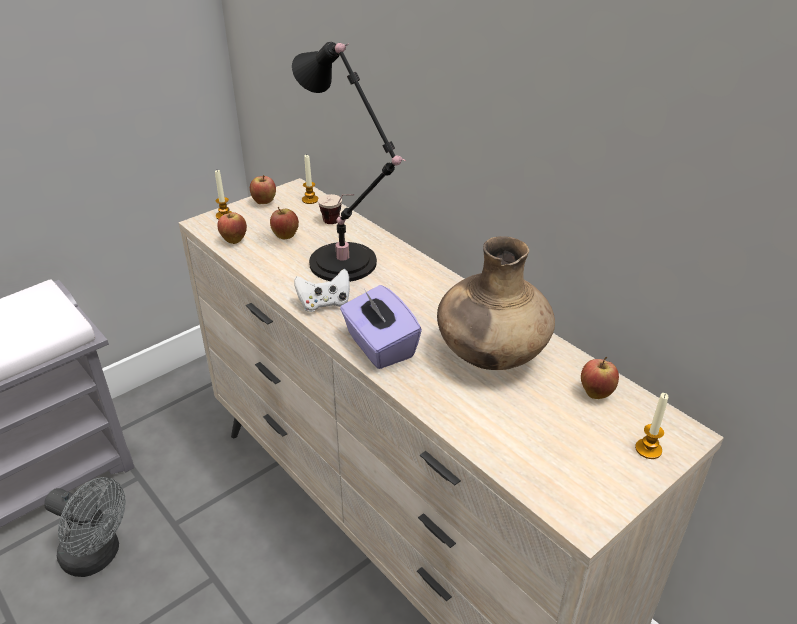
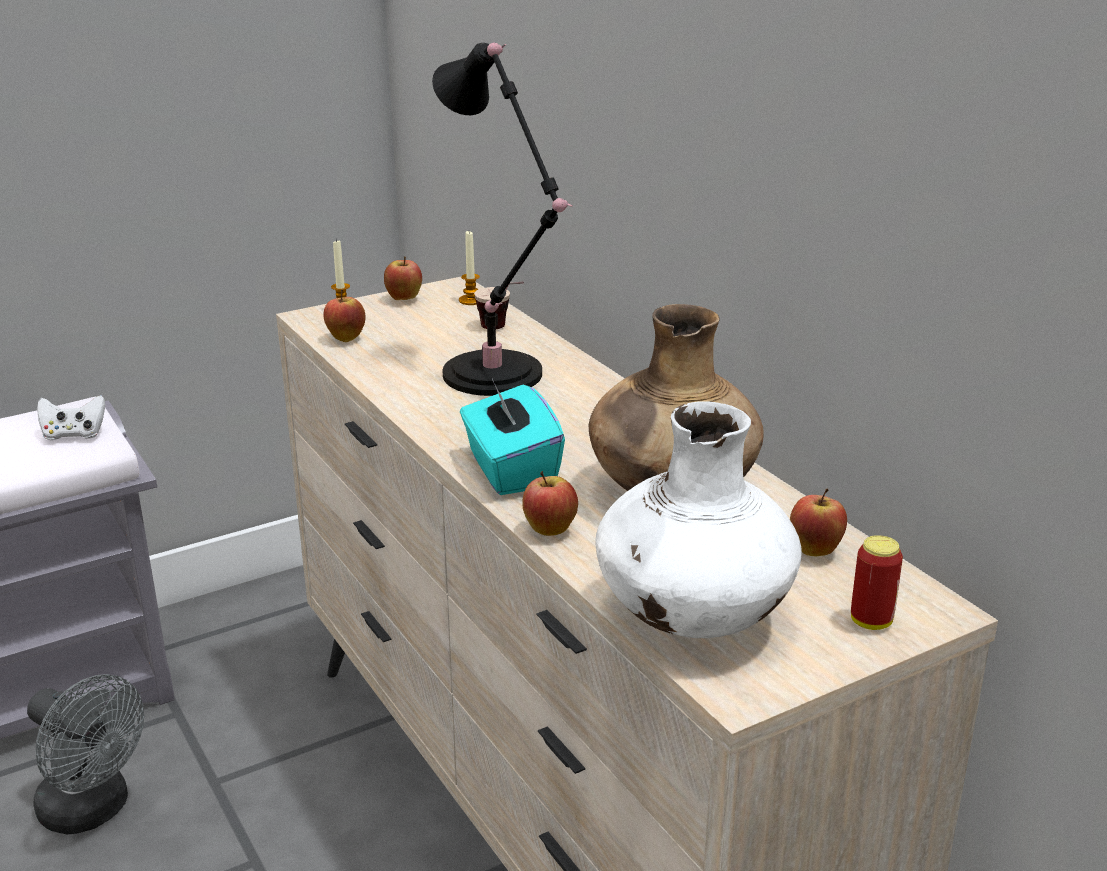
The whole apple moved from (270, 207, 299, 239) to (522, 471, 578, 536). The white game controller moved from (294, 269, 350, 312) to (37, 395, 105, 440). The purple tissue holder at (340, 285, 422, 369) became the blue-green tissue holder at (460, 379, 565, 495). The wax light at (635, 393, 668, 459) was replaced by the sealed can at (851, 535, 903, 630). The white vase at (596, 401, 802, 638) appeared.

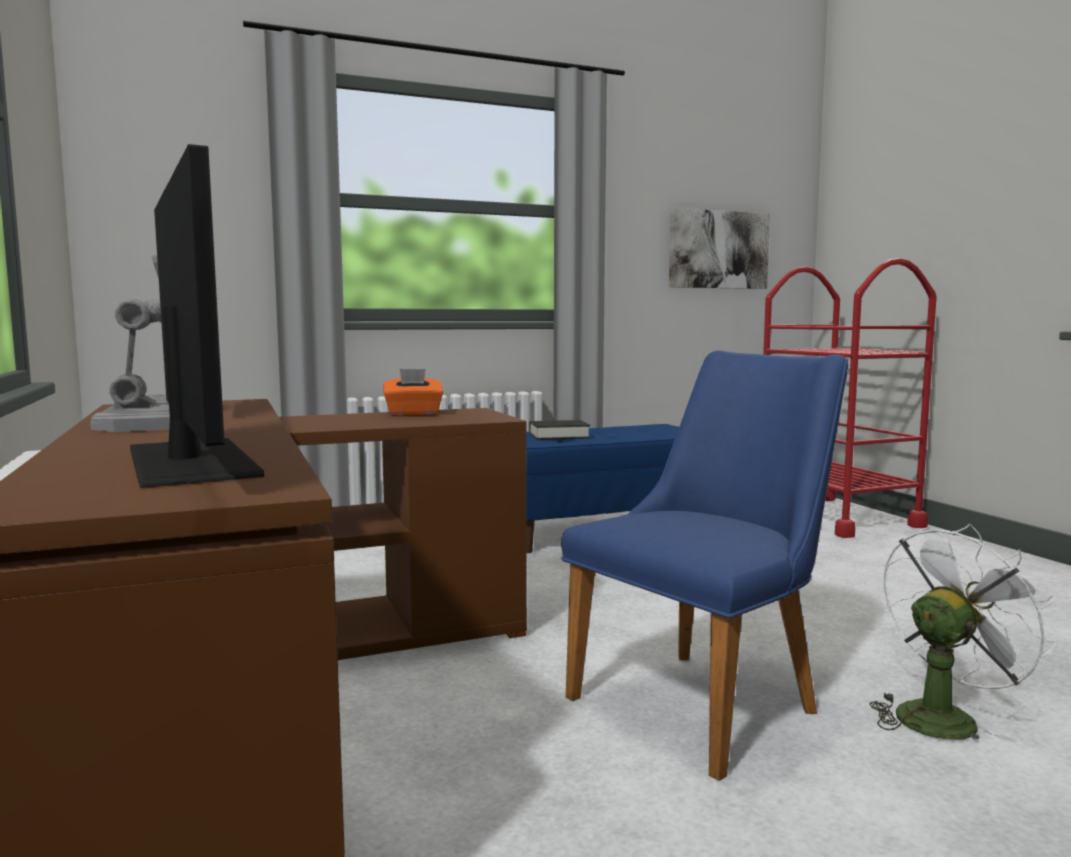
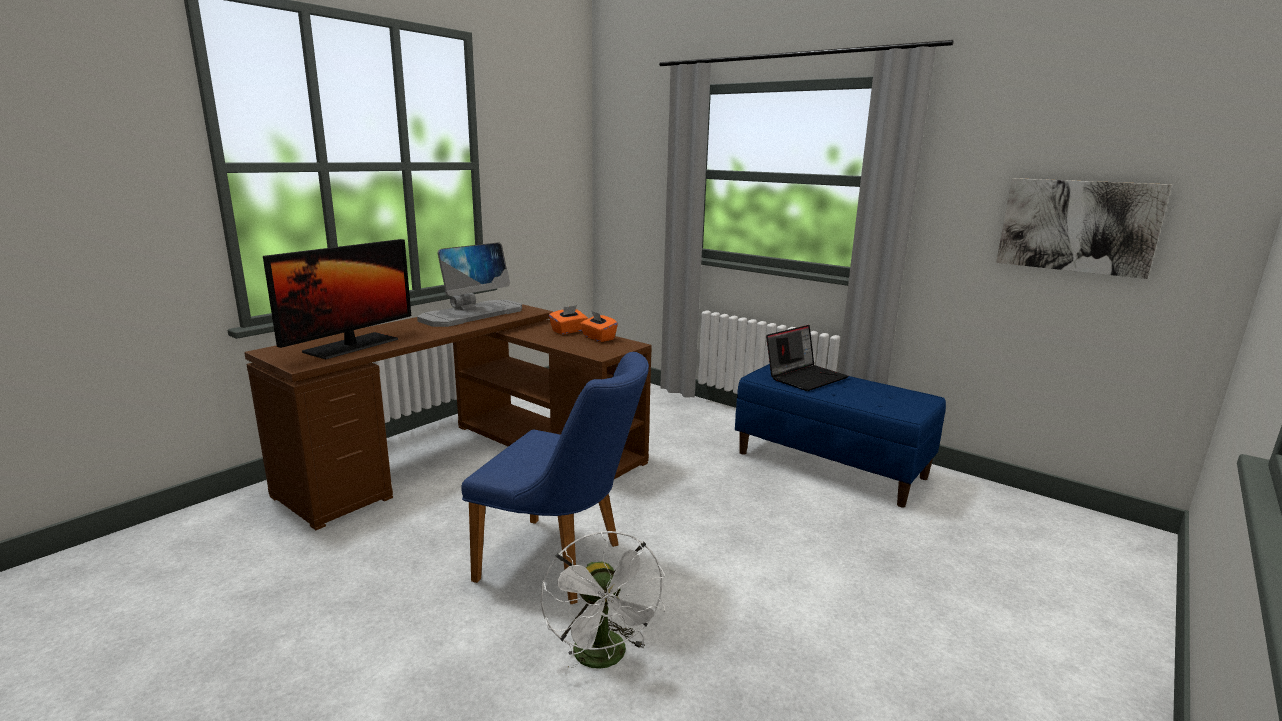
The reddish cart at (763, 258, 937, 538) disappeared. The blackish volume at (529, 420, 590, 440) was replaced by the laptop at (766, 325, 849, 391). The white fan at (870, 524, 1056, 744) turned 45 degrees clockwise. The orange tissue holder at (549, 305, 588, 334) appeared.

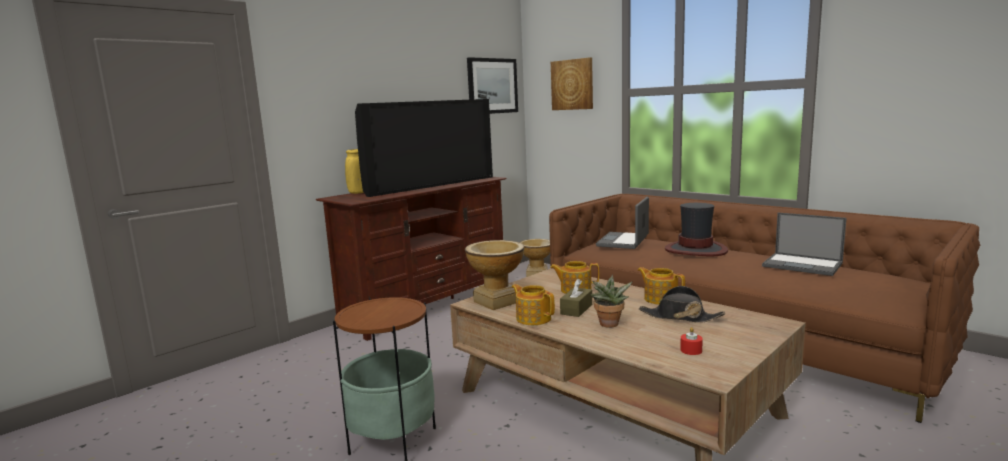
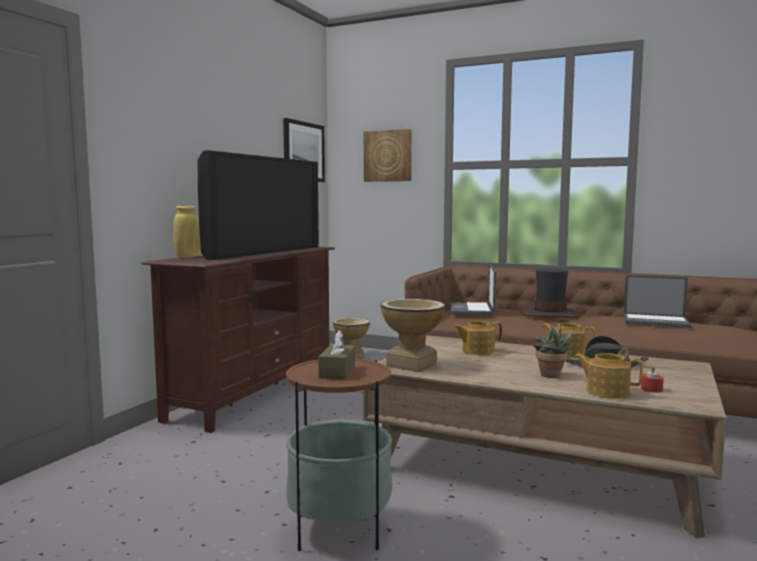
The brownish tissue holder moved from (560, 279, 592, 317) to (318, 330, 355, 380). The tea pot moved from (511, 284, 555, 325) to (574, 353, 643, 399).

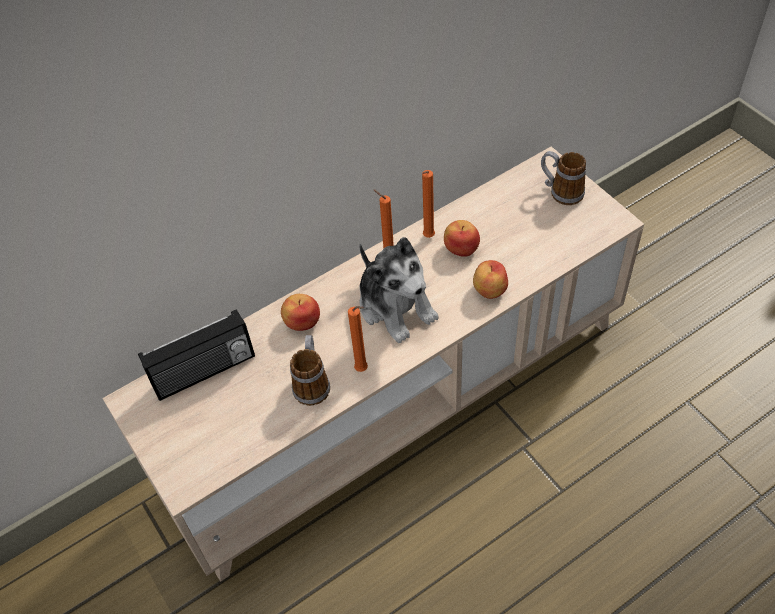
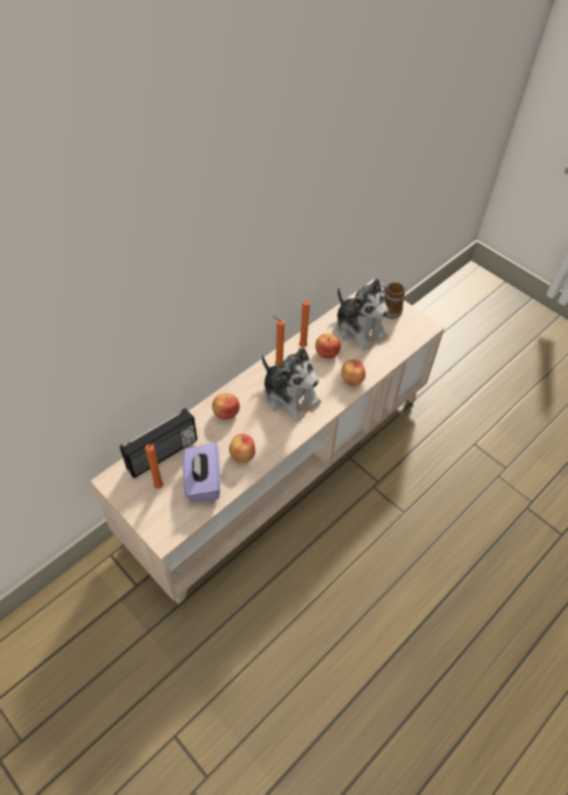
The orange wax light moved from (348, 306, 368, 372) to (145, 444, 164, 489). The coffee mug at (290, 335, 330, 406) was replaced by the whole apple at (229, 434, 255, 463). The cuddly toy at (336, 279, 389, 351) appeared. The purple tissue holder at (183, 442, 220, 501) appeared.

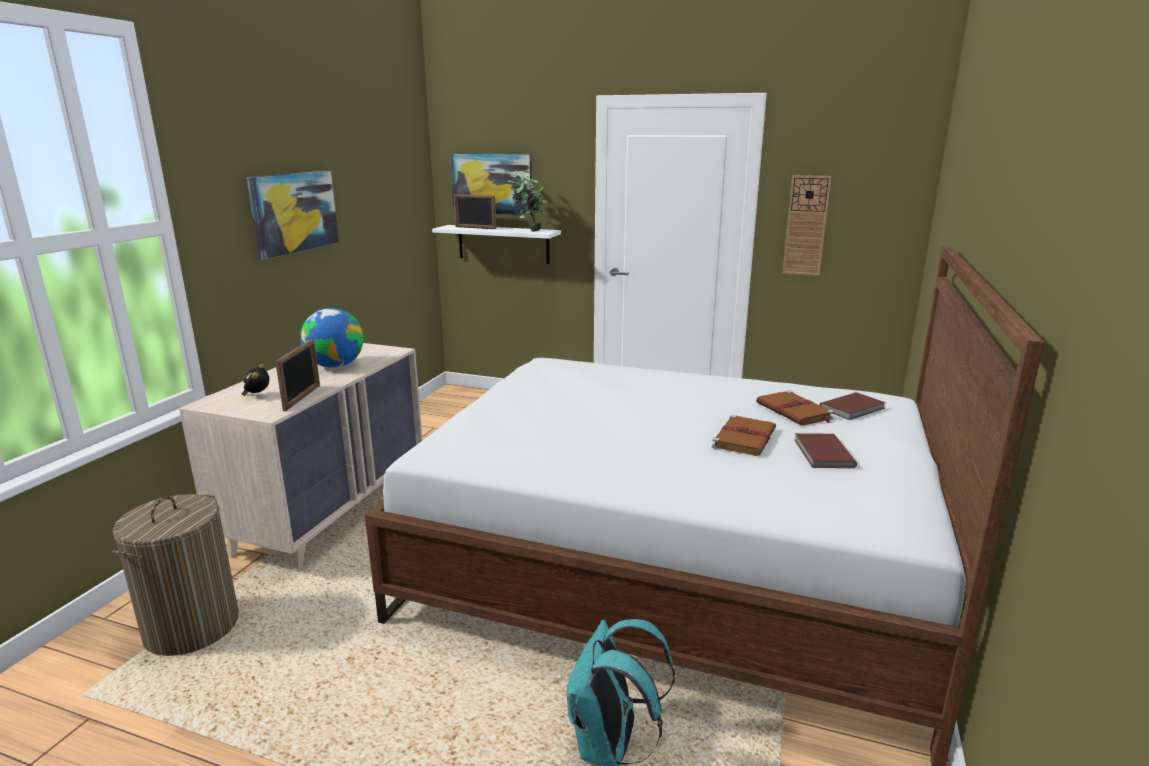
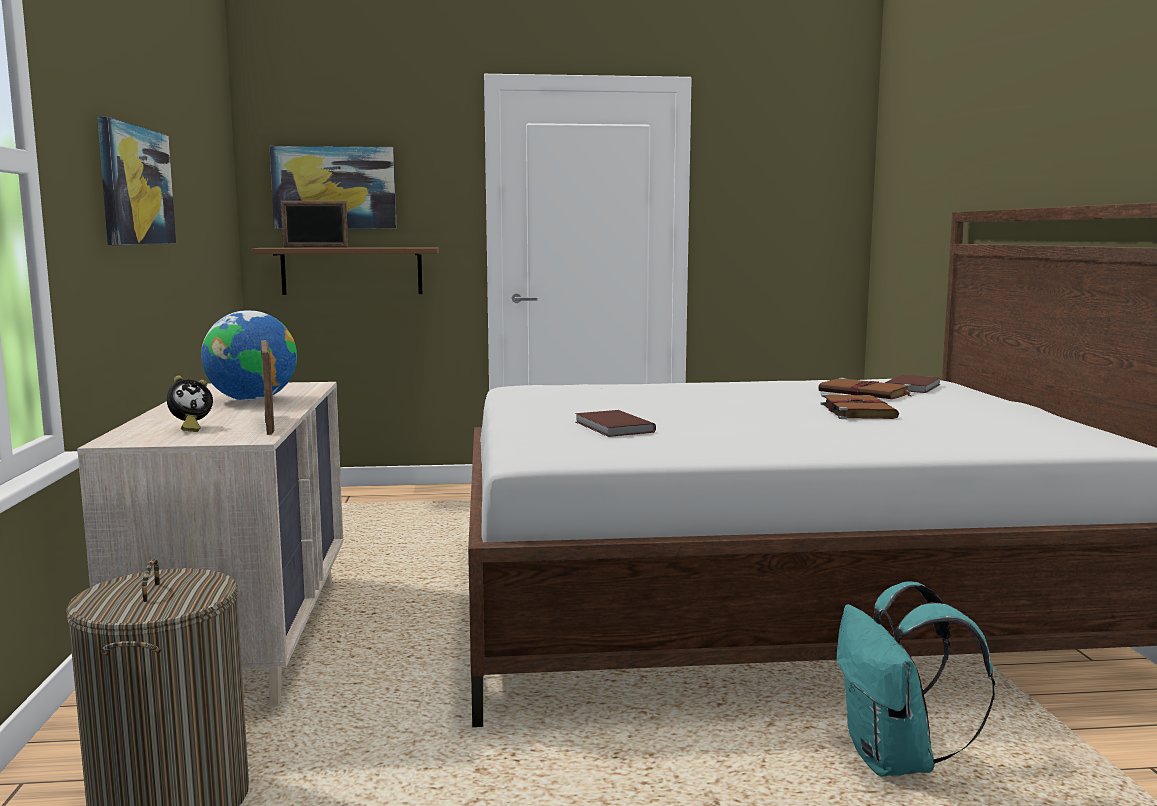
The potted plant at (508, 171, 547, 232) disappeared. The hanging clock at (782, 175, 831, 276) disappeared. The white bracket shelf at (432, 225, 561, 264) became the brownish bracket shelf at (252, 247, 439, 295). The bedside clock at (242, 364, 270, 396) turned 105 degrees counterclockwise. The brownish volume moved from (795, 433, 857, 468) to (575, 410, 656, 437).

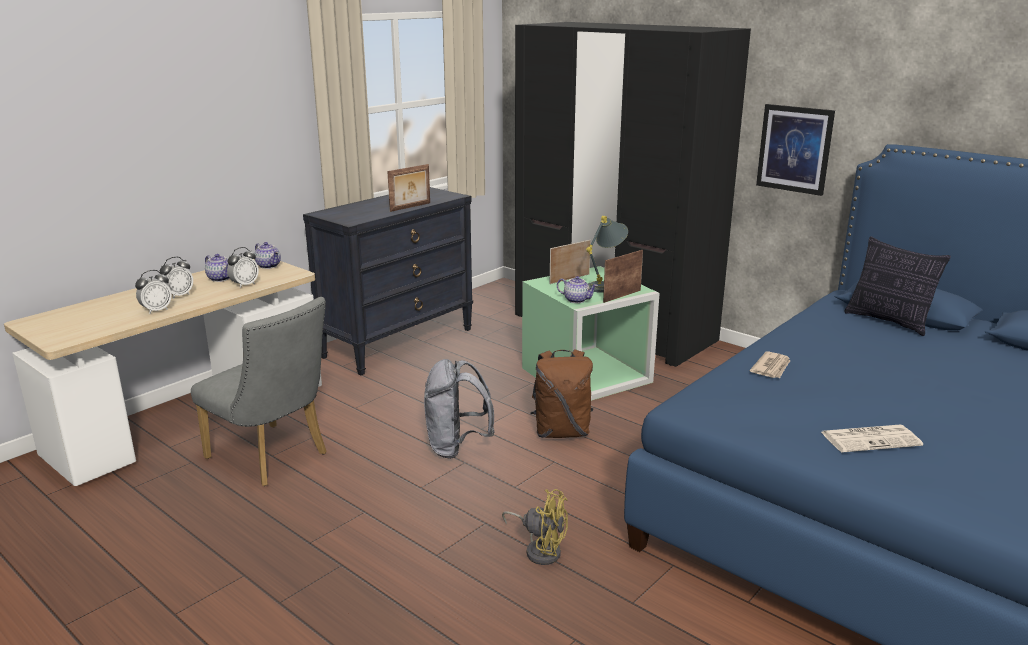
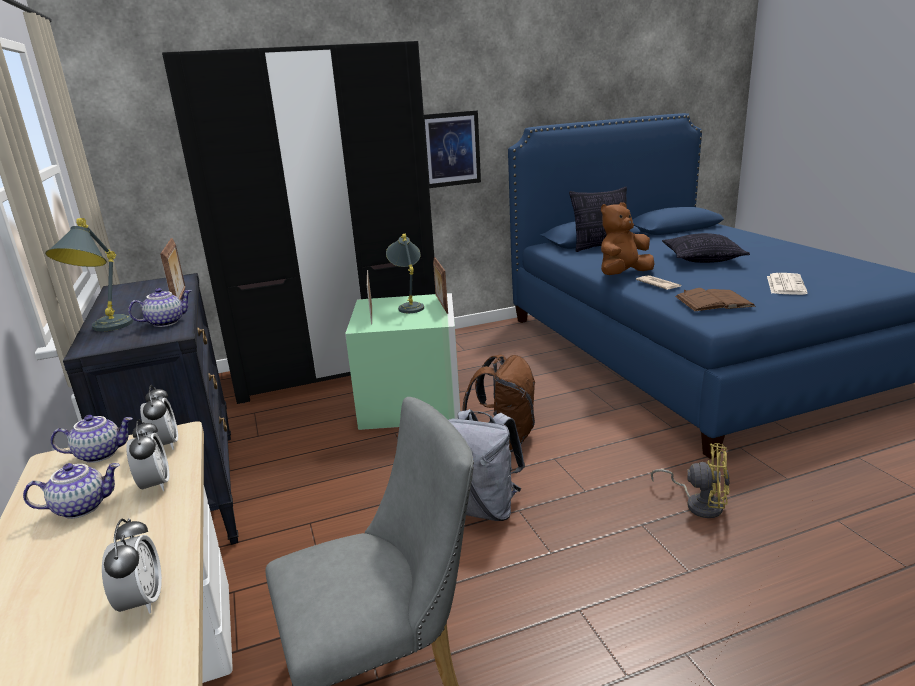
The bedside clock moved from (160, 257, 193, 299) to (140, 385, 178, 450). The tea pot moved from (557, 276, 598, 303) to (128, 288, 191, 327). The yellow-coloured fan at (502, 489, 568, 565) turned 60 degrees clockwise. The brownish cuddly toy at (601, 202, 655, 275) appeared. The greyish lamp for a table at (45, 218, 133, 332) appeared. The cushion at (662, 233, 750, 263) appeared. The brownish volume at (675, 288, 756, 311) appeared.

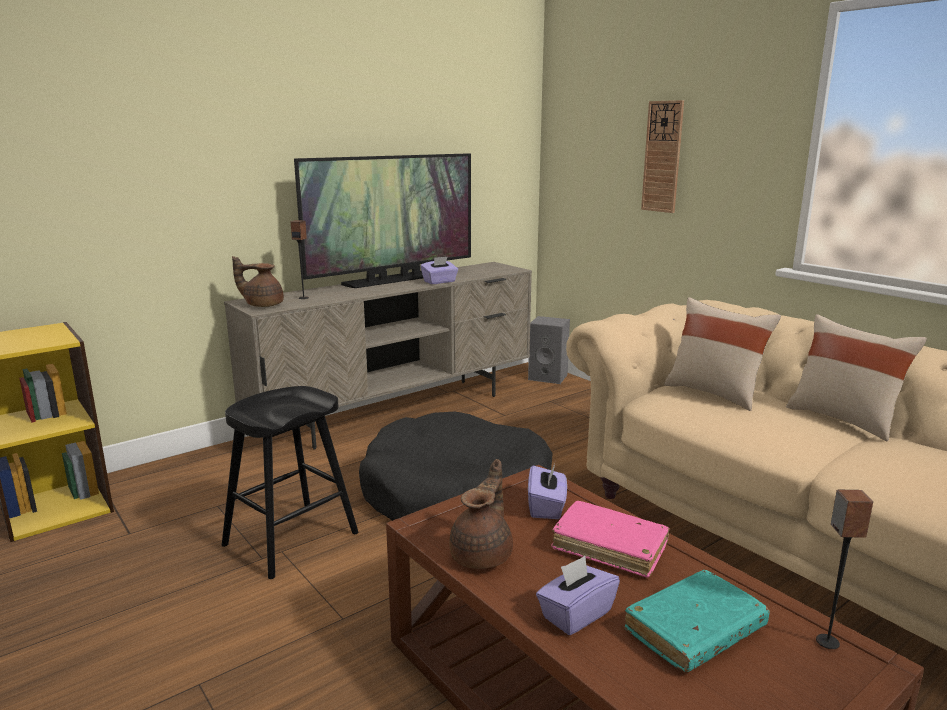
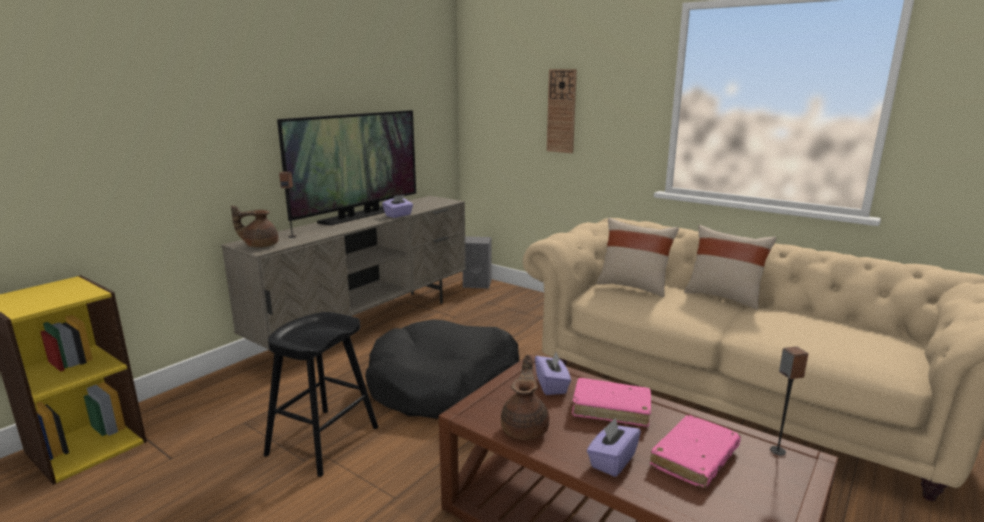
The blue-green volume at (625, 570, 770, 673) became the pink volume at (650, 415, 741, 488).

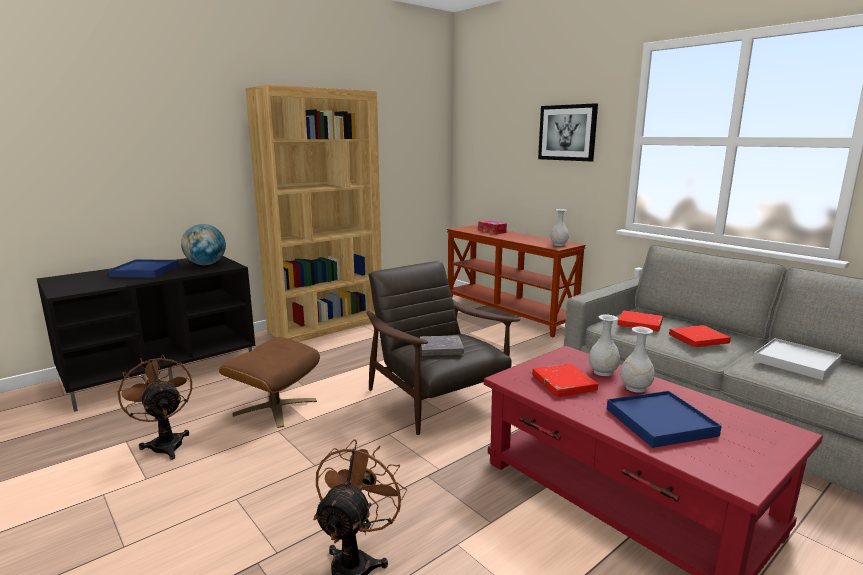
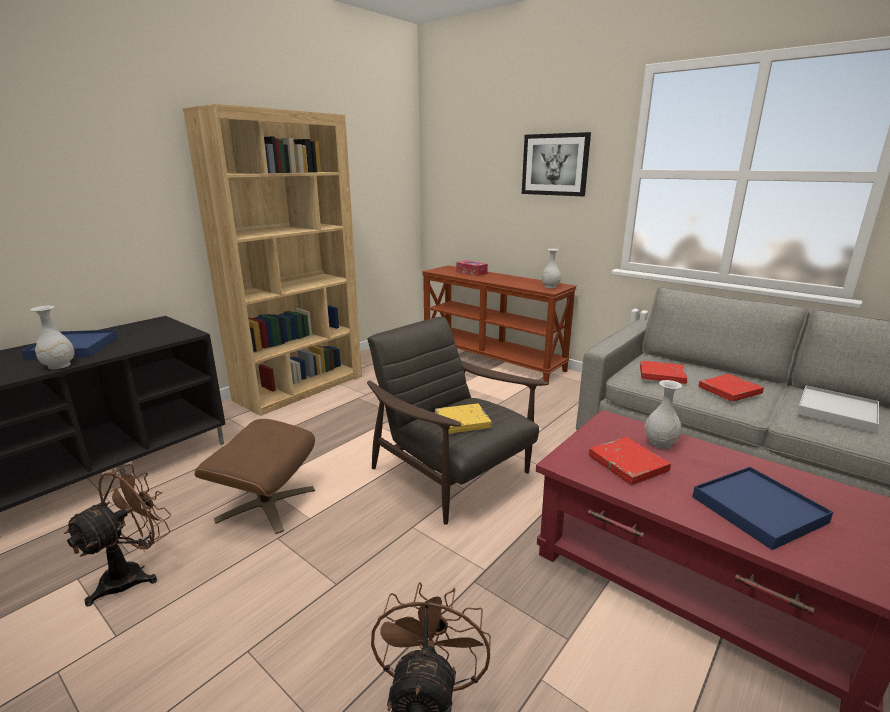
The globe at (181, 224, 226, 265) disappeared. The white vase moved from (620, 327, 655, 393) to (30, 306, 75, 370). The greyish volume at (420, 335, 464, 356) became the yellow-coloured volume at (435, 404, 492, 434). The brownish fan at (117, 355, 192, 460) turned 75 degrees clockwise.

